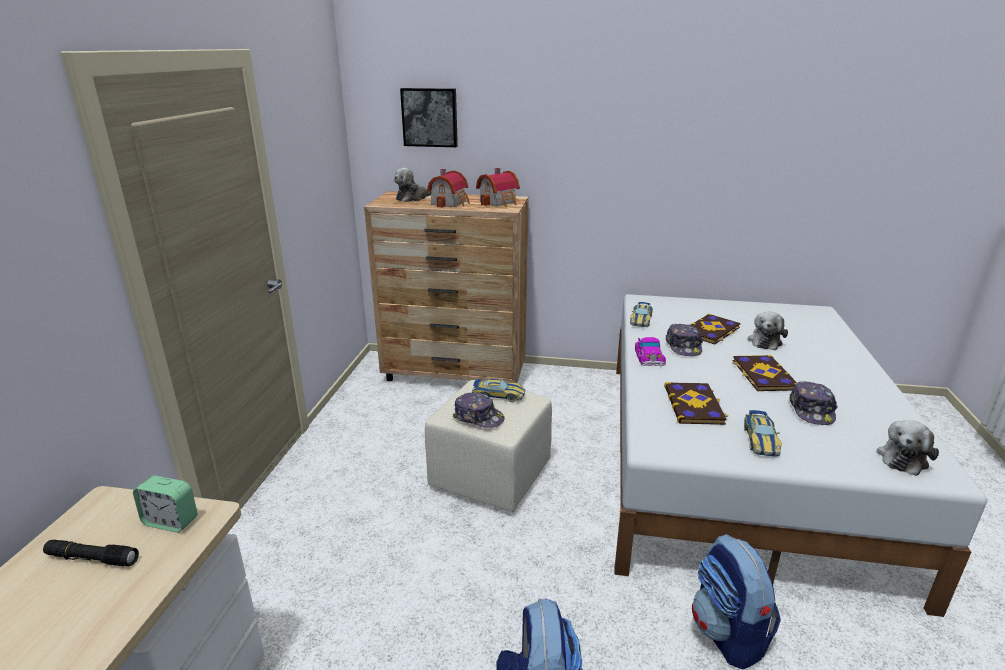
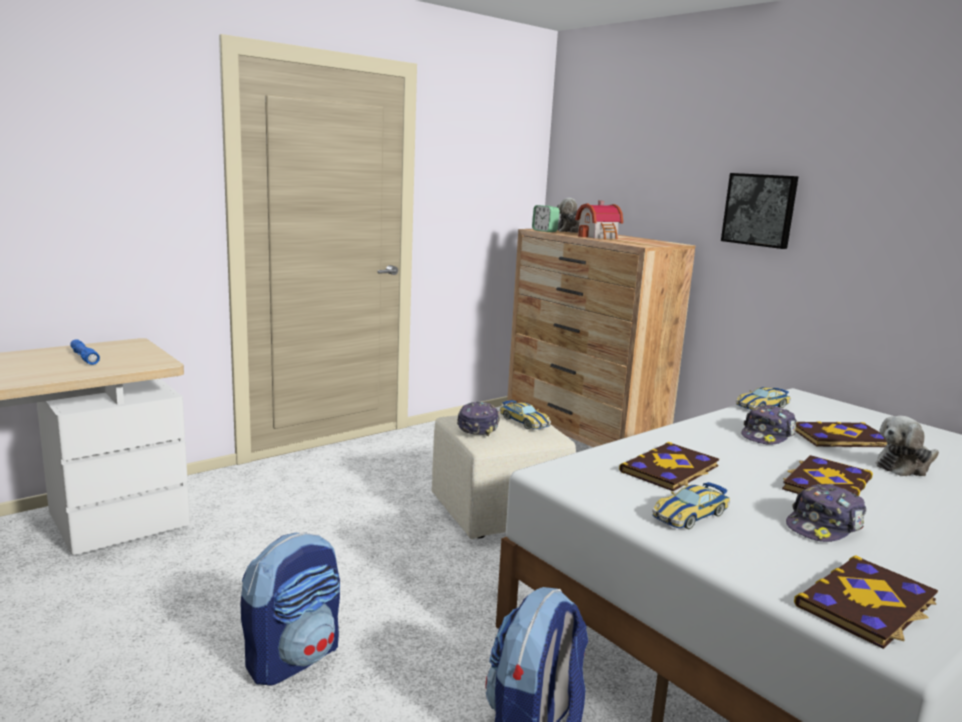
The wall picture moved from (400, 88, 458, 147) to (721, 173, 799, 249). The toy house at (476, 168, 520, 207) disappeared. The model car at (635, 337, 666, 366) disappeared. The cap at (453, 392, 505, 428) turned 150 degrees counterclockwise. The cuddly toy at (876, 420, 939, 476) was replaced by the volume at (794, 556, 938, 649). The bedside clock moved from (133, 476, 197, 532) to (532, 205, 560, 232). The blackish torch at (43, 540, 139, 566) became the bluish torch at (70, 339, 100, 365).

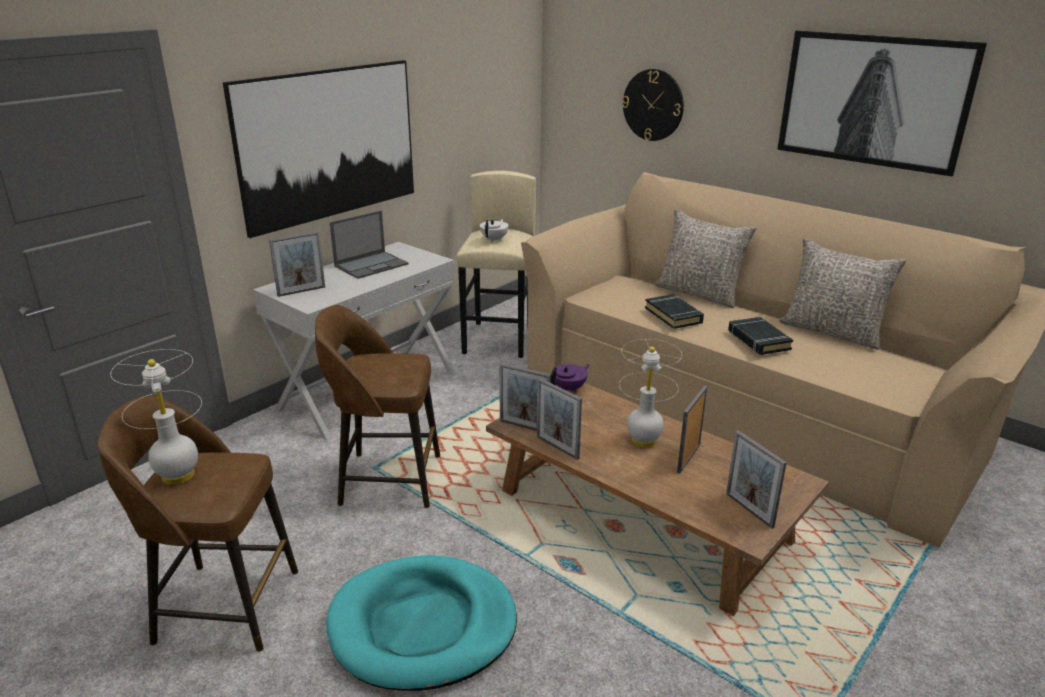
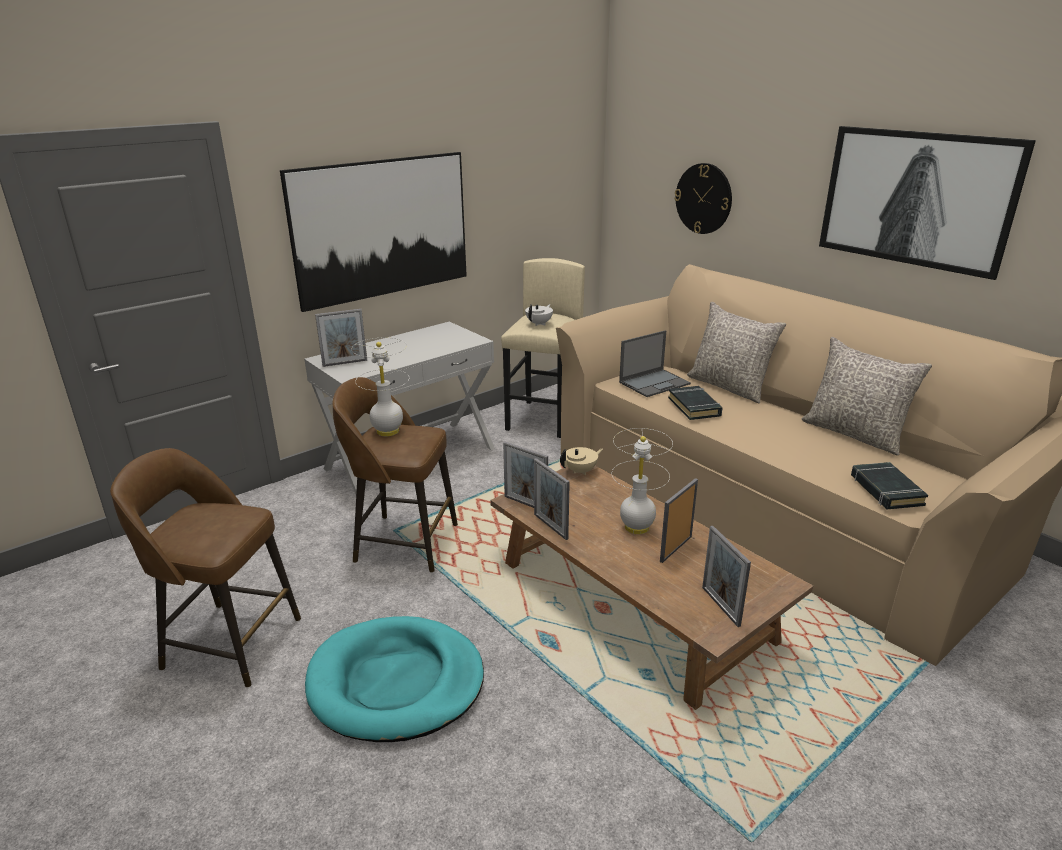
The laptop moved from (330, 211, 409, 279) to (619, 330, 691, 397). The blackish volume moved from (728, 317, 793, 355) to (851, 462, 928, 509). The white lamp for a table moved from (110, 349, 202, 484) to (351, 337, 409, 436). The purple tea pot at (551, 364, 590, 393) became the beige-coloured tea pot at (560, 447, 603, 475).

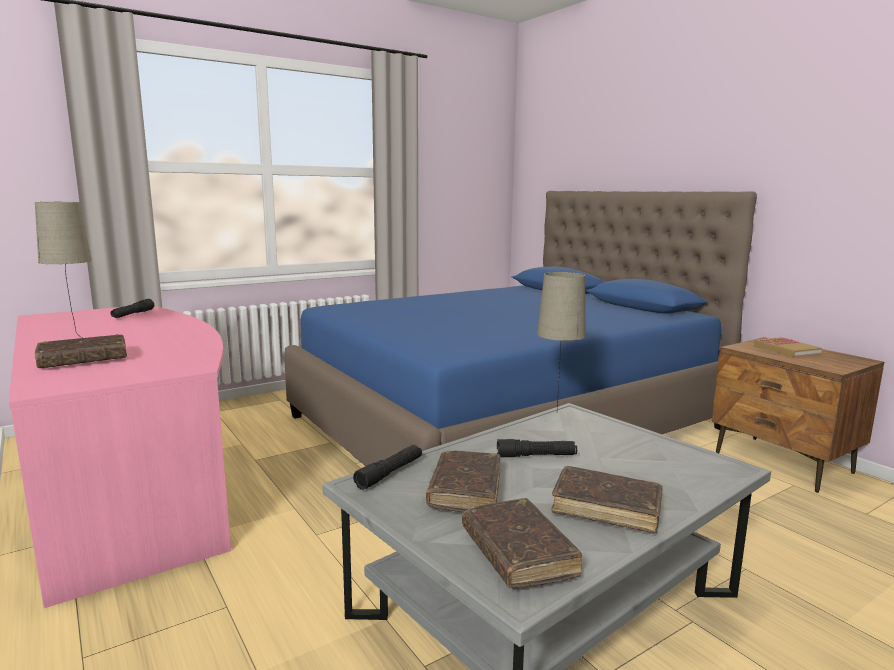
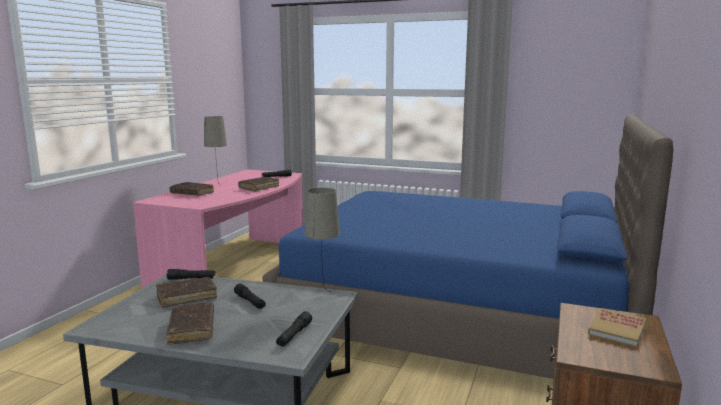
The brownish volume moved from (462, 498, 582, 588) to (238, 177, 279, 191). The blackish torch at (276, 311, 312, 347) appeared.

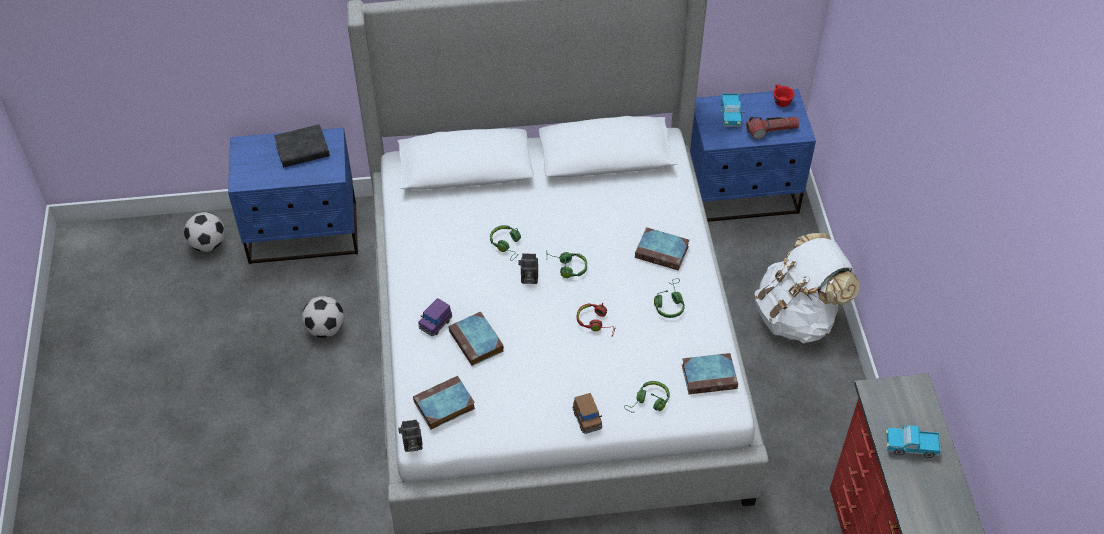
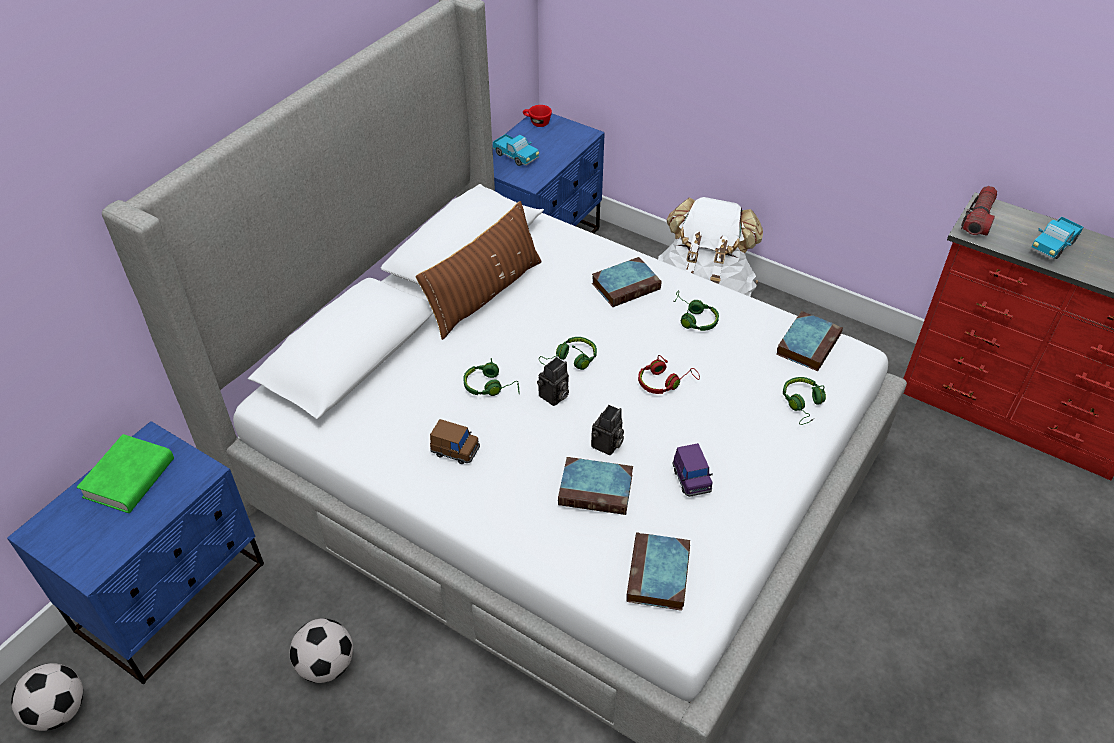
The torch moved from (746, 117, 799, 139) to (961, 186, 997, 236). The blackish volume at (274, 124, 330, 168) became the greenish volume at (77, 434, 174, 513). The purple model car moved from (418, 298, 452, 336) to (672, 443, 713, 497). The brownish model car moved from (572, 393, 602, 434) to (430, 419, 480, 464). The still camera moved from (398, 420, 422, 452) to (591, 405, 624, 455). The brownish cushion at (416, 201, 542, 340) appeared.

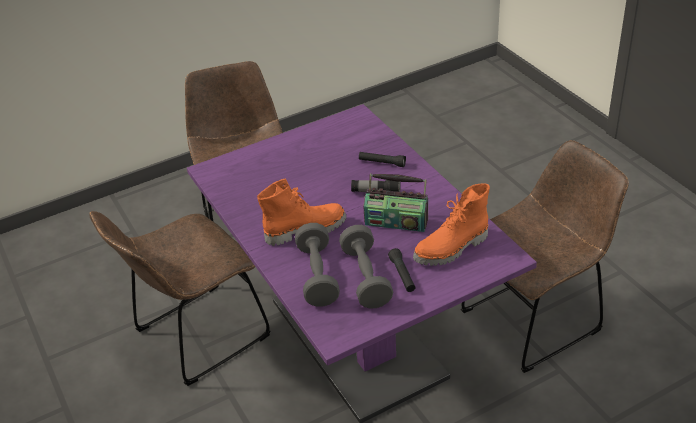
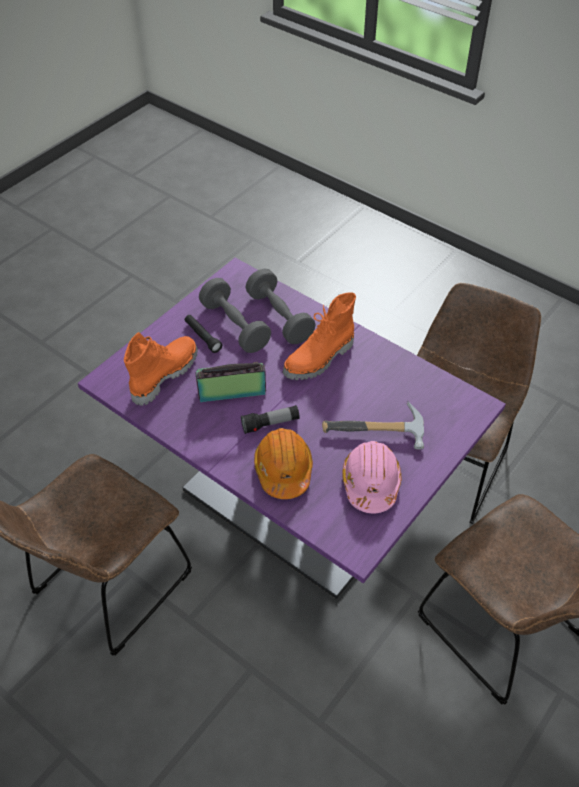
The blackish torch at (359, 152, 406, 167) was replaced by the orange work helmet at (254, 428, 313, 499). The tool hammer at (322, 401, 424, 450) appeared. The pink work helmet at (342, 441, 401, 513) appeared.

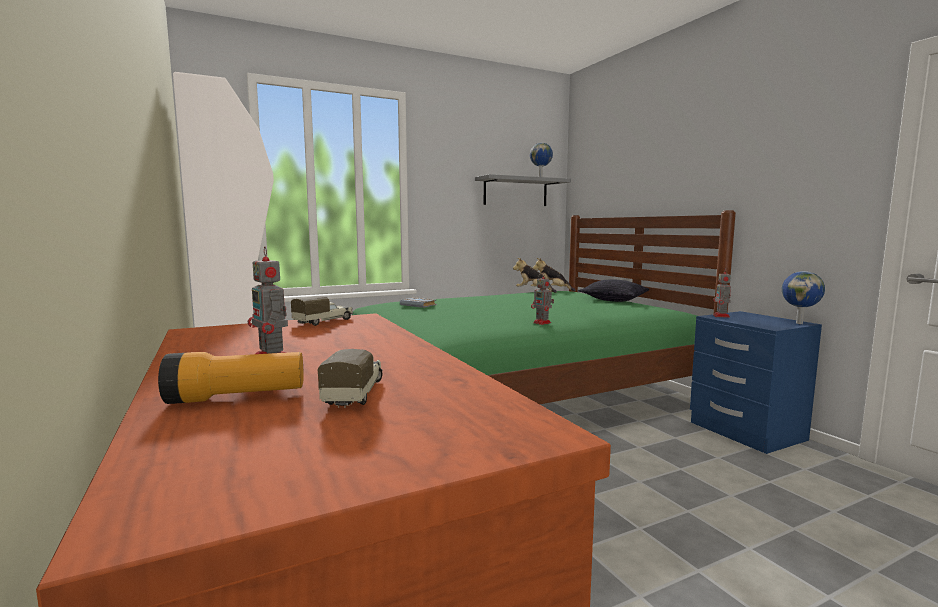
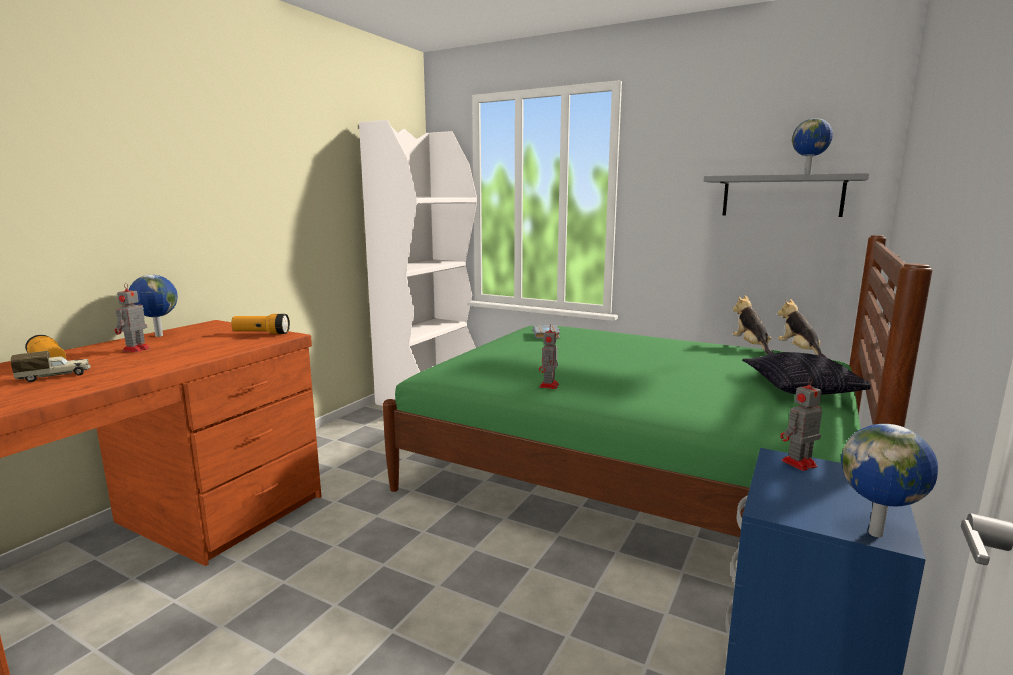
The toy truck at (291, 296, 353, 326) was replaced by the torch at (231, 314, 290, 334). The globe at (129, 275, 178, 337) appeared.

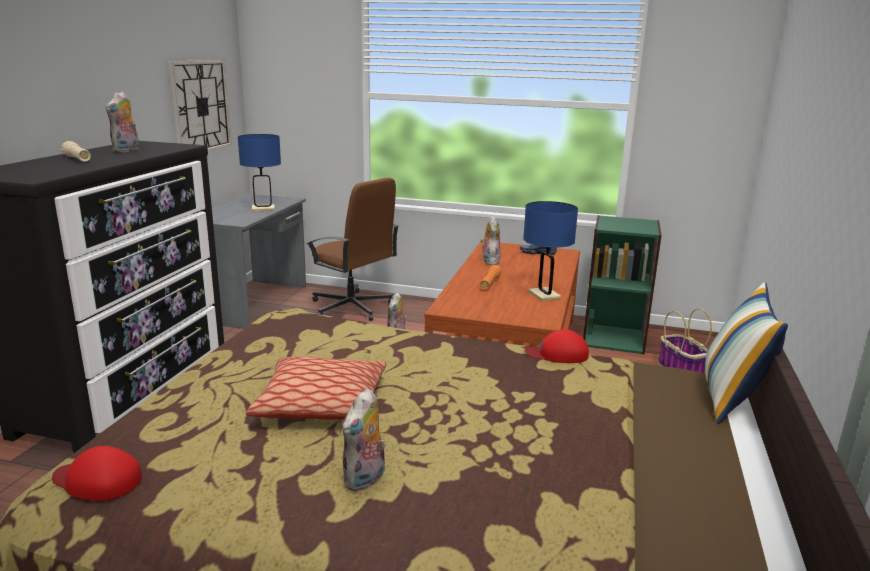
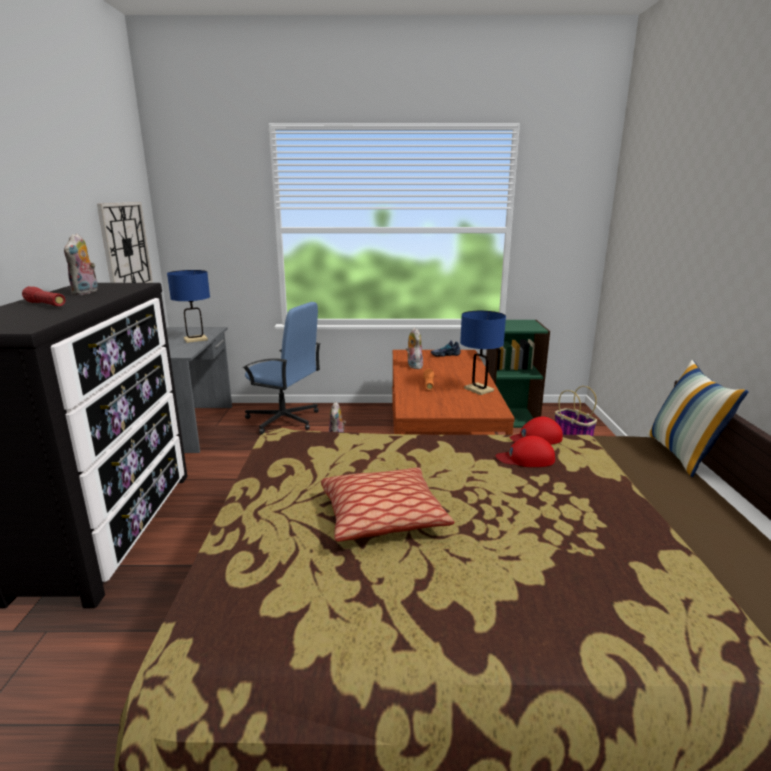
The beige-coloured torch at (61, 141, 91, 162) became the reddish torch at (22, 286, 65, 306). The brownish computer chair at (307, 178, 399, 321) became the bluish computer chair at (242, 302, 320, 434). The cuddly toy at (342, 388, 386, 492) disappeared. The reddish cap moved from (52, 446, 142, 501) to (495, 436, 555, 467).

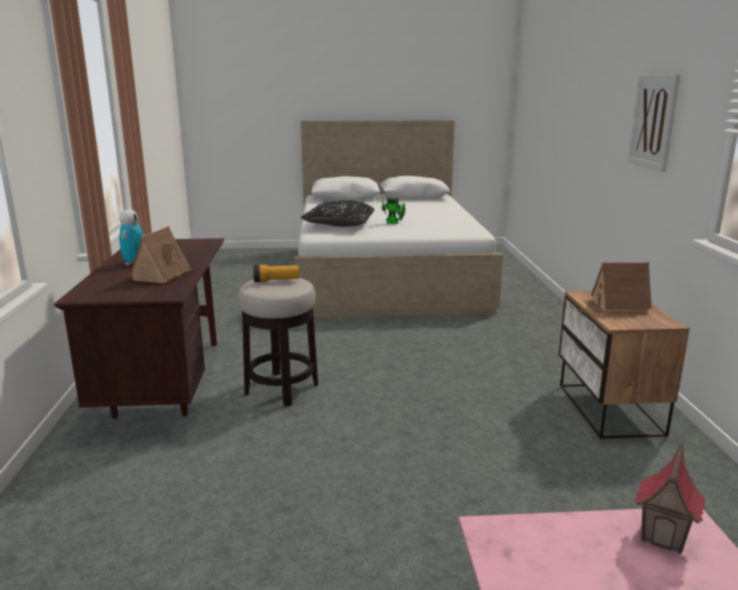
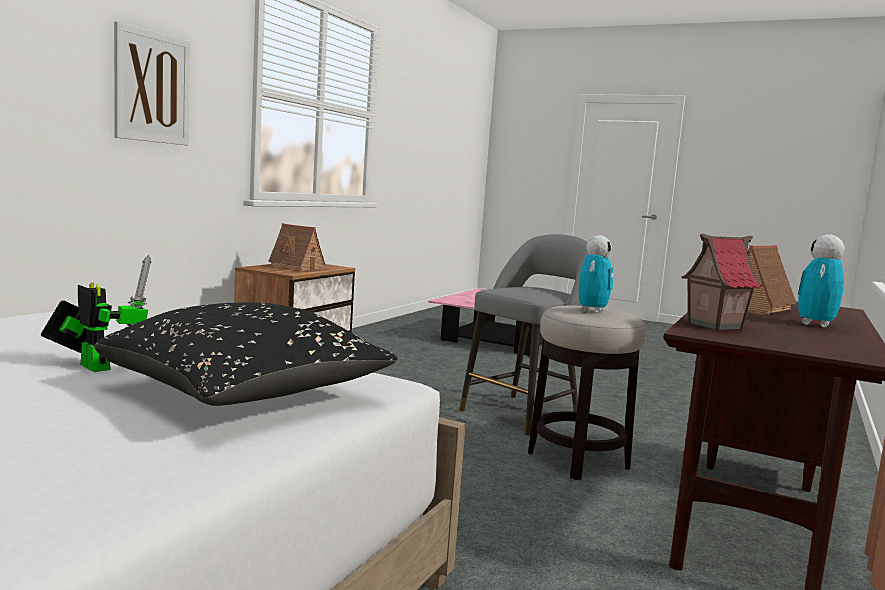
The torch at (253, 265, 299, 282) was replaced by the robot figure at (579, 235, 613, 313). The toy house moved from (634, 443, 706, 554) to (681, 234, 762, 331). The greyish stool at (459, 234, 588, 436) appeared.

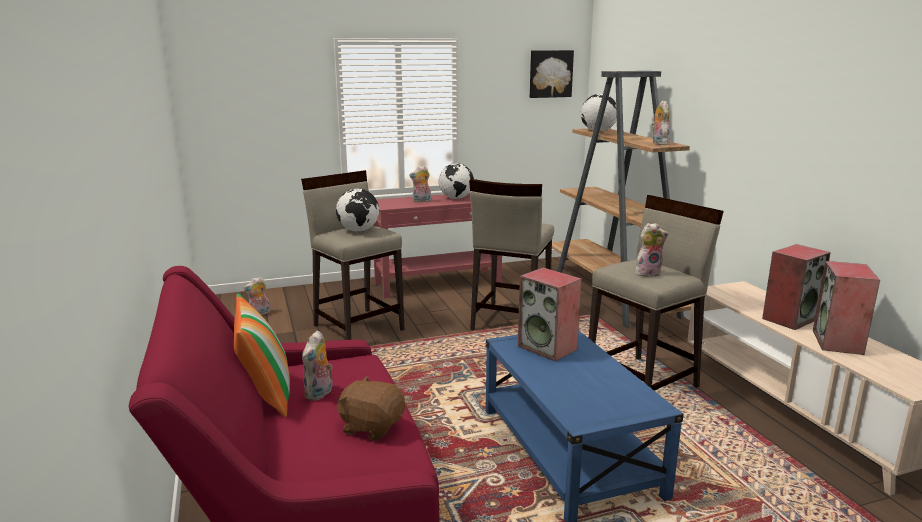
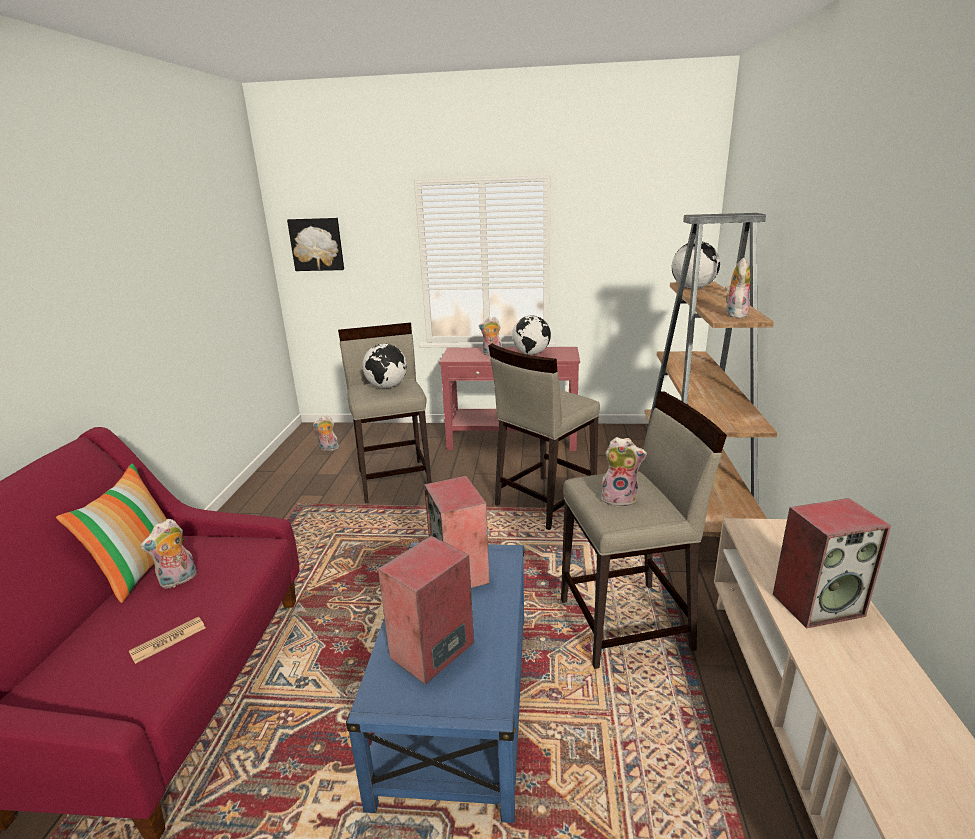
The wall picture moved from (530, 50, 574, 98) to (287, 218, 344, 271). The speaker moved from (813, 261, 880, 355) to (378, 535, 474, 685). The brownish cuddly toy at (338, 376, 405, 441) was replaced by the printed paper at (129, 617, 206, 664).

